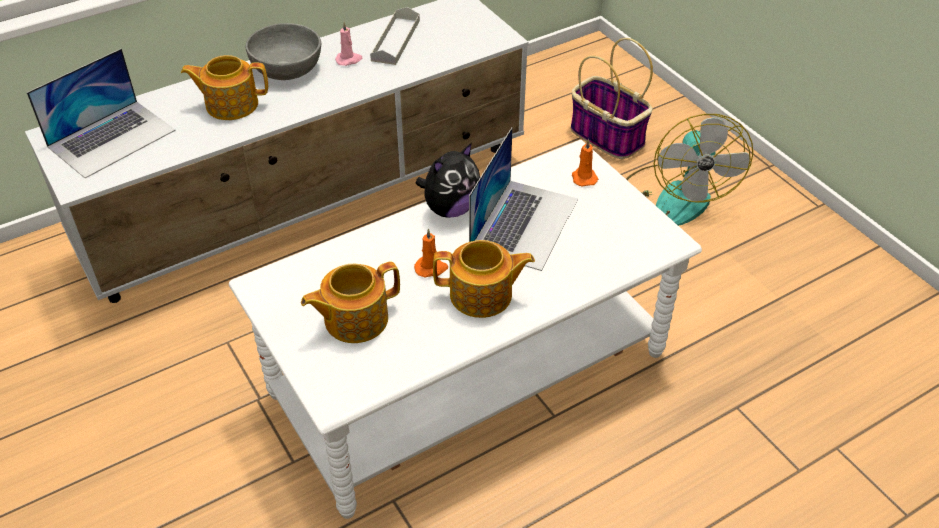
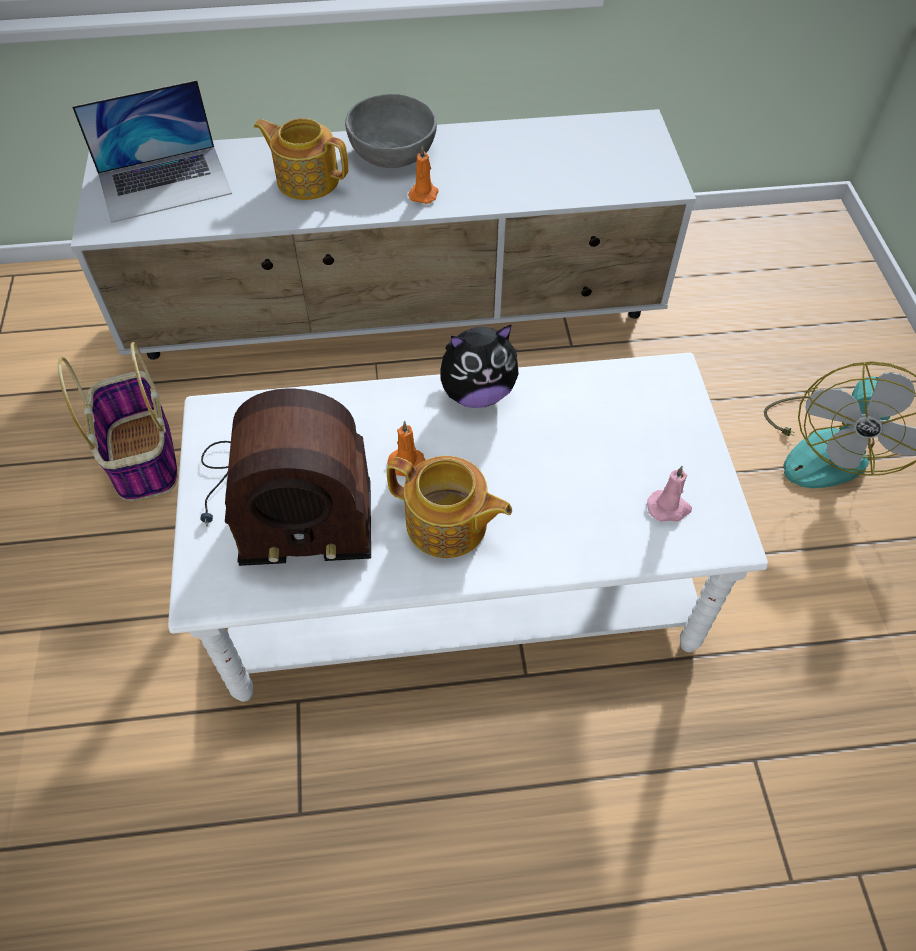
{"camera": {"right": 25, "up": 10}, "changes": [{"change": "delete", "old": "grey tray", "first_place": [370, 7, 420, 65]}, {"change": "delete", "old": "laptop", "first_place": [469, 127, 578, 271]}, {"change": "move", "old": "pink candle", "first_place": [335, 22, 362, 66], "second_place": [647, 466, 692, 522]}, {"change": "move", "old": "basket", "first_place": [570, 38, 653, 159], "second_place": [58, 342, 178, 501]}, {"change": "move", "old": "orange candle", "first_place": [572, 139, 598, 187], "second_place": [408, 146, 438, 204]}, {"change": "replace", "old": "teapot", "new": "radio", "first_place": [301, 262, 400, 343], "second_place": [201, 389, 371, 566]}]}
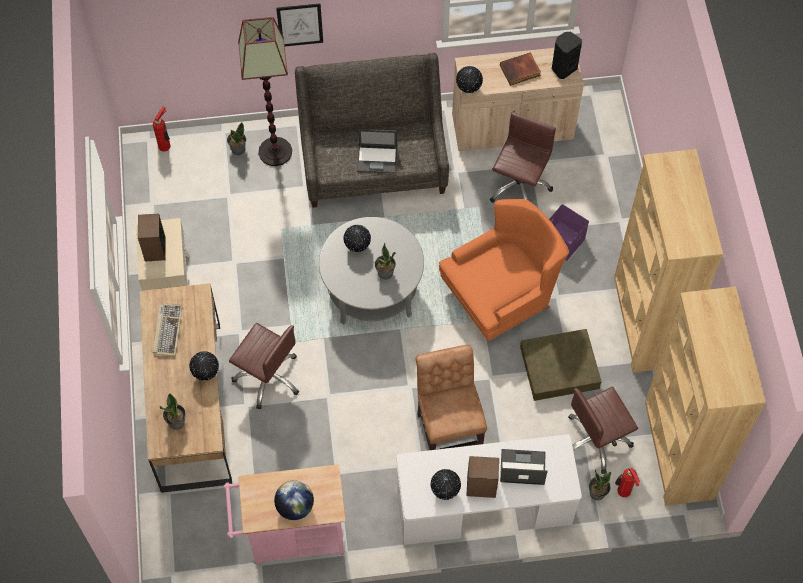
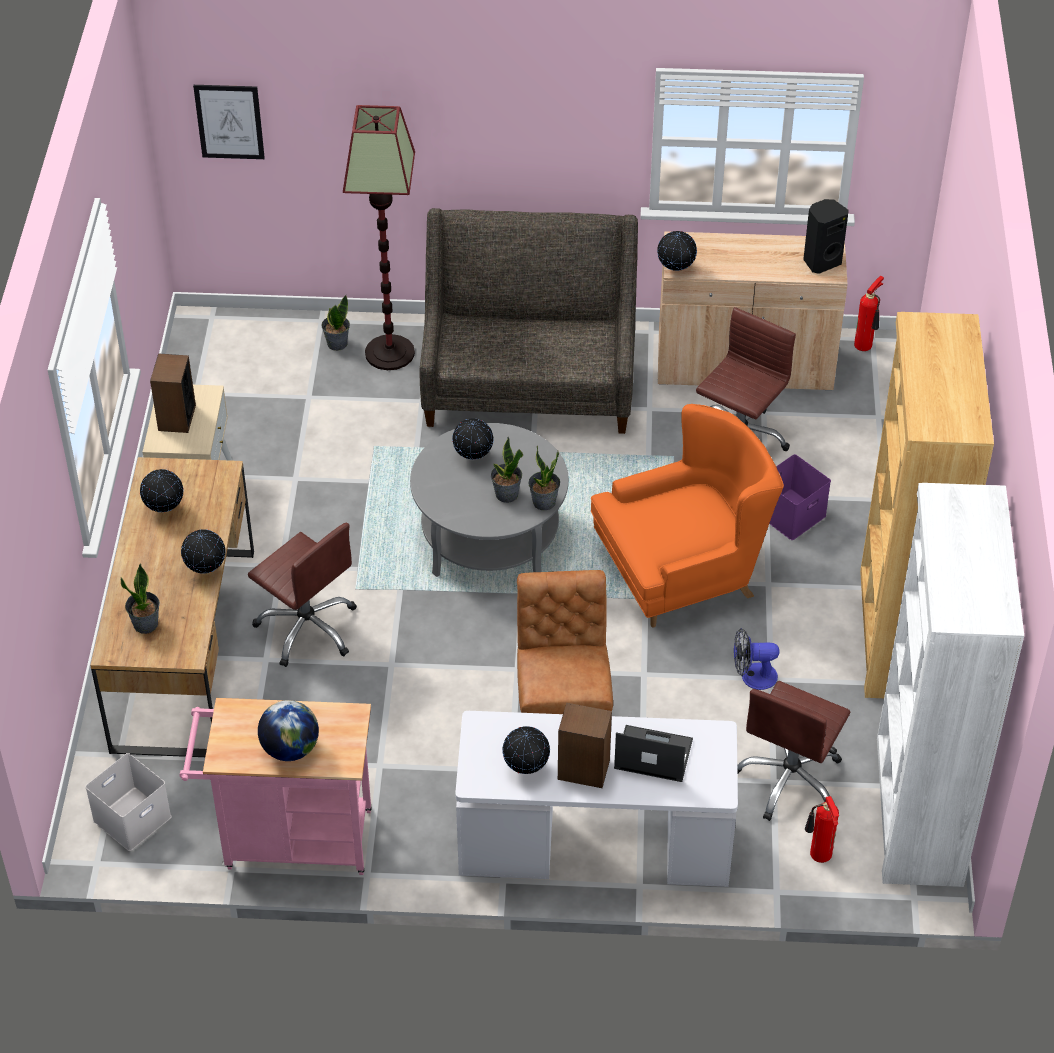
{"camera": {"right": 10, "up": -15}, "changes": [{"change": "delete", "old": "laptop", "first_place": [357, 129, 397, 174]}, {"change": "delete", "old": "book", "first_place": [500, 52, 541, 86]}, {"change": "insert", "new": "white storage box", "second_place": [85, 753, 172, 851]}, {"change": "move", "old": "fire extinguisher", "first_place": [153, 106, 170, 151], "second_place": [854, 276, 884, 351]}, {"change": "move", "old": "picture", "first_place": [276, 3, 323, 46], "second_place": [193, 85, 265, 159]}, {"change": "move", "old": "potted plant", "first_place": [589, 470, 612, 500], "second_place": [528, 446, 560, 510]}, {"change": "replace", "old": "keyboard", "new": "globe", "first_place": [153, 304, 183, 356], "second_place": [140, 469, 184, 512]}, {"change": "replace", "old": "brown storage box", "new": "fan", "first_place": [520, 329, 602, 401], "second_place": [734, 628, 779, 690]}, {"change": "recolor", "old": "brown bookcase", "new": "white bookcase", "first_place": [645, 287, 766, 506], "second_place": [877, 483, 1024, 887]}, {"change": "rotate", "old": "brown office chair", "first_place": [568, 387, 638, 474], "second_place": [737, 681, 851, 821], "degrees": -45}]}
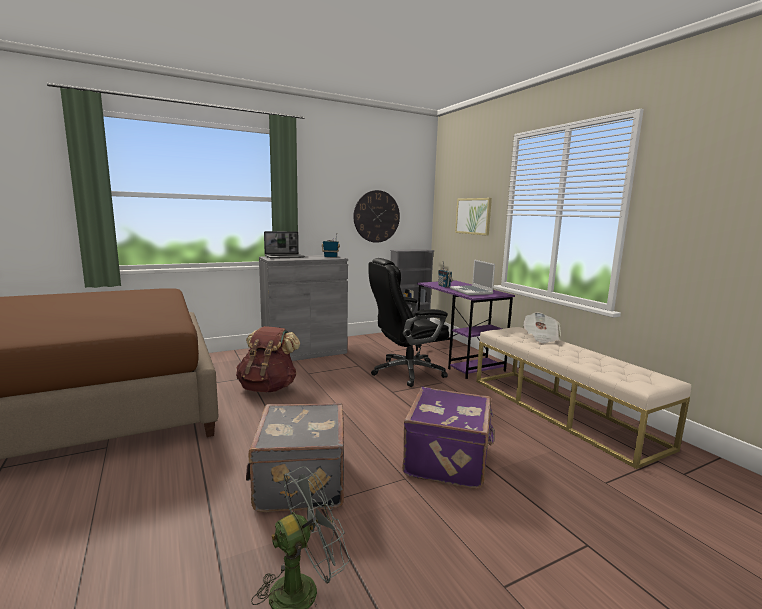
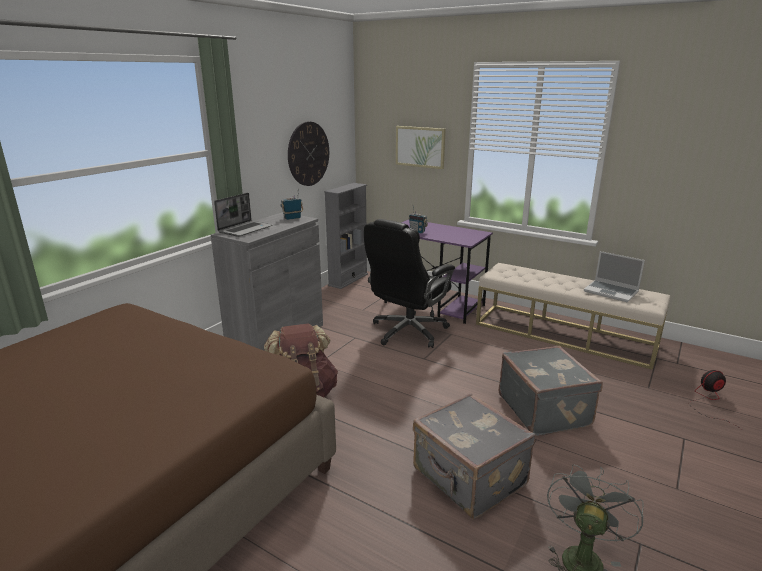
{"camera": {"right": -30, "up": 10}, "changes": [{"change": "delete", "old": "newspaper", "first_place": [523, 312, 561, 343]}, {"change": "insert", "new": "fan", "second_place": [688, 370, 741, 429]}, {"change": "move", "old": "laptop", "first_place": [450, 260, 495, 295], "second_place": [584, 251, 645, 302]}, {"change": "recolor", "old": "purple suitcase", "new": "grey suitcase", "first_place": [402, 387, 495, 489], "second_place": [499, 346, 603, 436]}]}
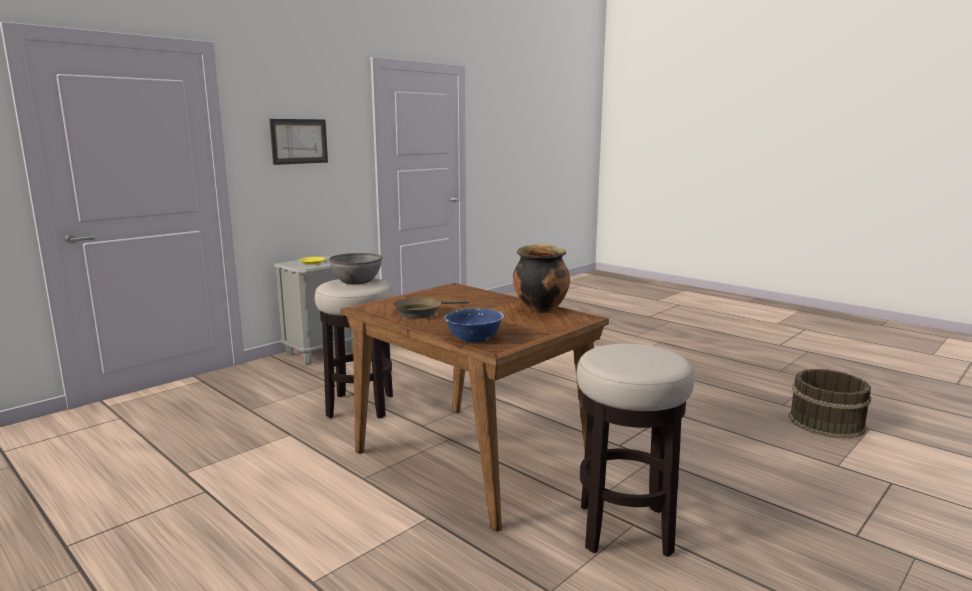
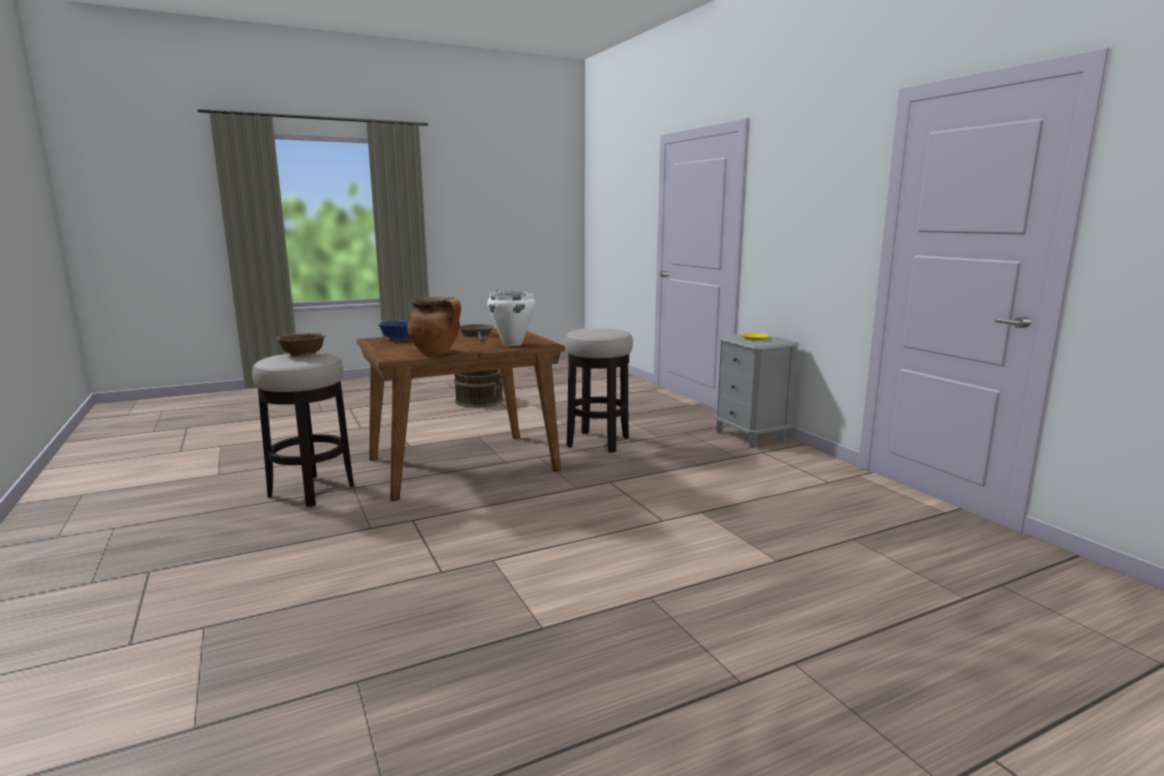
{"camera": {"right": 110, "up": 0}, "changes": [{"change": "delete", "old": "picture", "first_place": [269, 119, 328, 165]}, {"change": "delete", "old": "grey bowl", "first_place": [329, 253, 383, 284]}, {"change": "insert", "new": "brown bowl", "second_place": [277, 333, 326, 356]}, {"change": "insert", "new": "white cooking pot", "second_place": [487, 290, 536, 346]}, {"change": "move", "old": "brown bucket", "first_place": [789, 369, 871, 439], "second_place": [454, 370, 504, 408]}]}
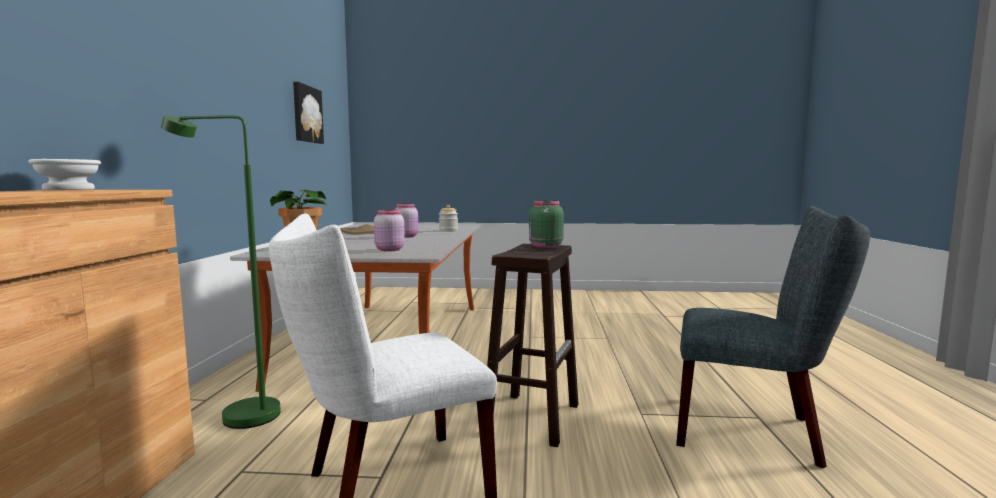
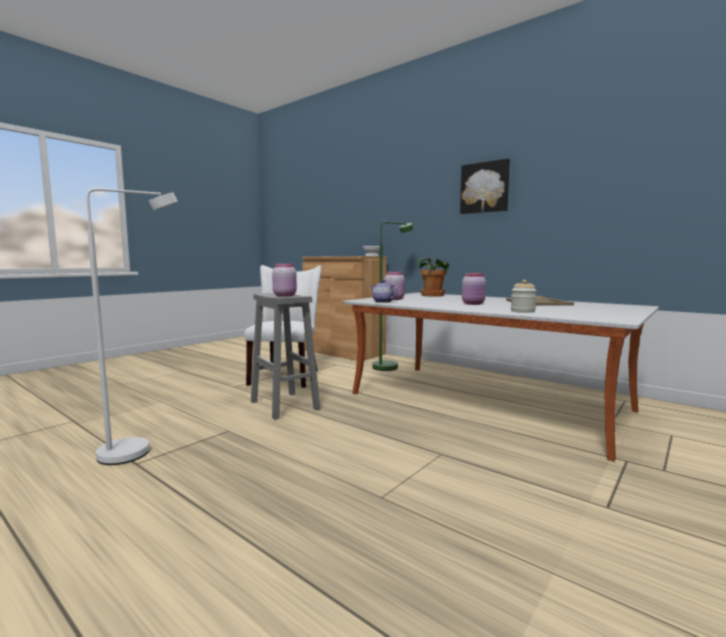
{"camera": {"right": 125, "up": 0}, "changes": [{"change": "insert", "new": "teapot", "second_place": [370, 280, 398, 303]}, {"change": "move", "old": "picture", "first_place": [293, 82, 324, 144], "second_place": [460, 158, 510, 214]}, {"change": "replace", "old": "grey chair", "new": "white floor lamp", "first_place": [676, 206, 870, 469], "second_place": [86, 188, 178, 465]}, {"change": "recolor", "old": "brown stool", "new": "grey stool", "first_place": [487, 244, 579, 447], "second_place": [251, 293, 321, 420]}, {"change": "recolor", "old": "green jar", "new": "pink jar", "first_place": [529, 200, 564, 249], "second_place": [272, 264, 297, 297]}]}
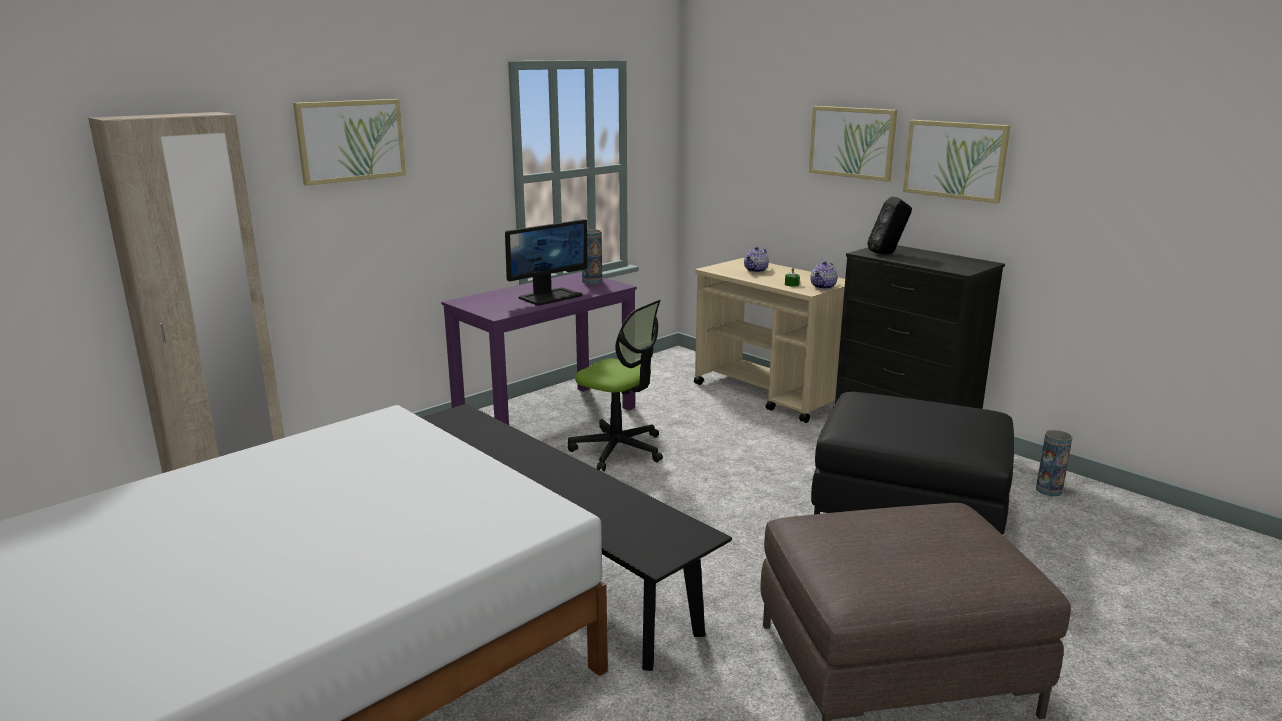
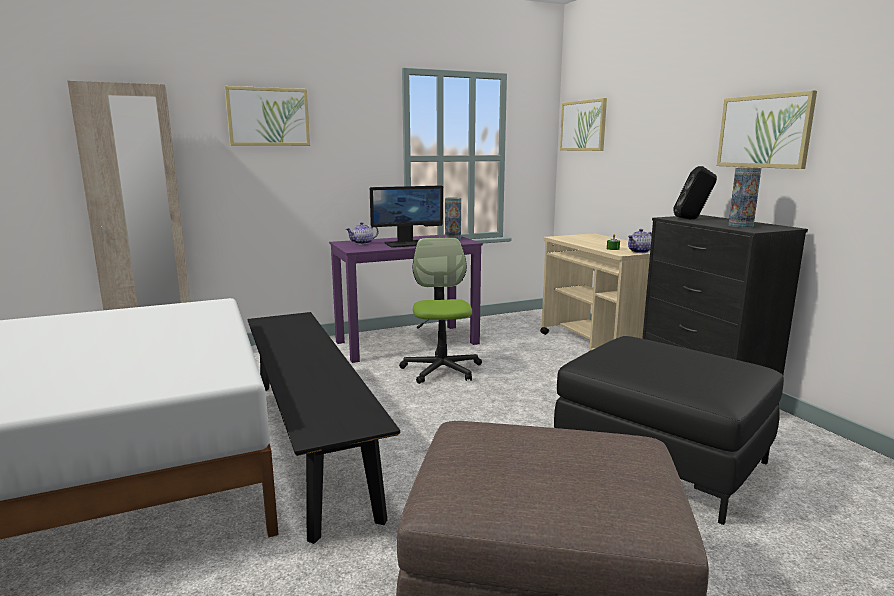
{"camera": {"right": 20, "up": -5}, "changes": [{"change": "move", "old": "teapot", "first_place": [744, 247, 769, 273], "second_place": [346, 222, 378, 244]}, {"change": "move", "old": "picture", "first_place": [809, 106, 897, 182], "second_place": [560, 98, 607, 151]}, {"change": "move", "old": "vase", "first_place": [1036, 430, 1072, 496], "second_place": [729, 168, 761, 227]}, {"change": "rotate", "old": "office chair", "first_place": [568, 300, 663, 471], "second_place": [399, 238, 482, 384], "degrees": -150}]}
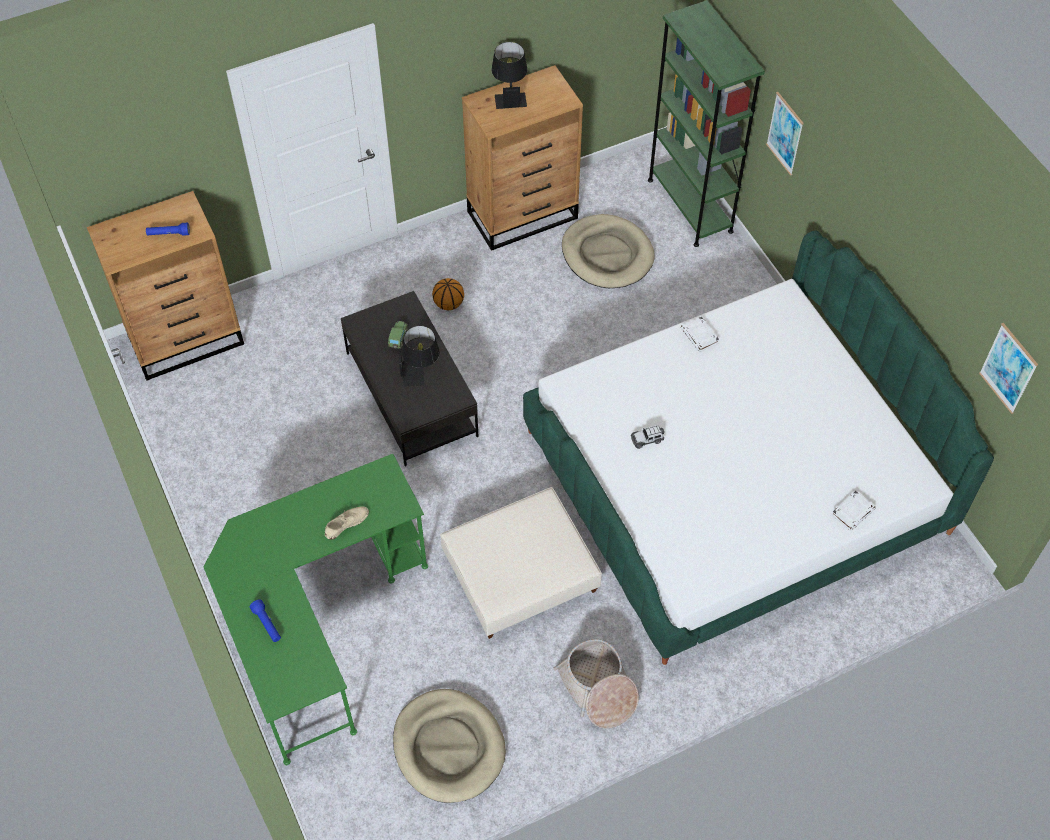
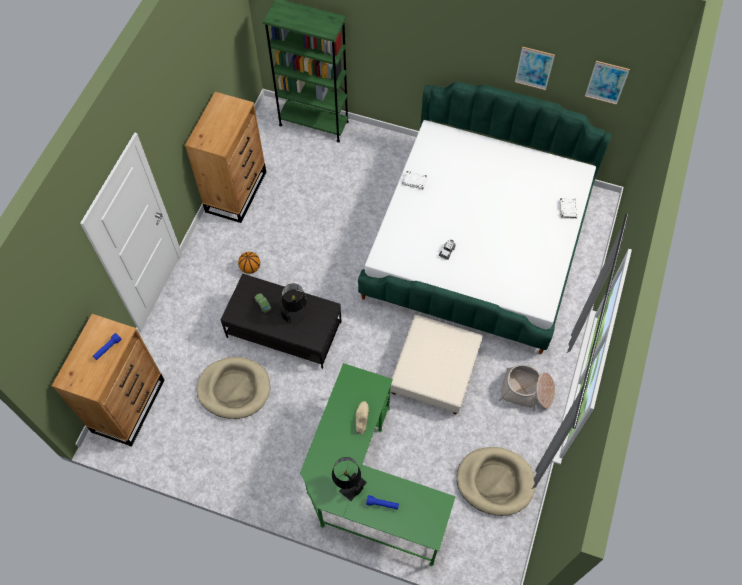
{"camera": {"right": -45, "up": 5}, "changes": [{"change": "move", "old": "black table lamp", "first_place": [492, 42, 527, 109], "second_place": [332, 457, 367, 501]}, {"change": "move", "old": "beige dog bed", "first_place": [562, 214, 655, 288], "second_place": [197, 357, 270, 419]}, {"change": "move", "old": "picture", "first_place": [766, 92, 804, 176], "second_place": [515, 46, 555, 90]}]}
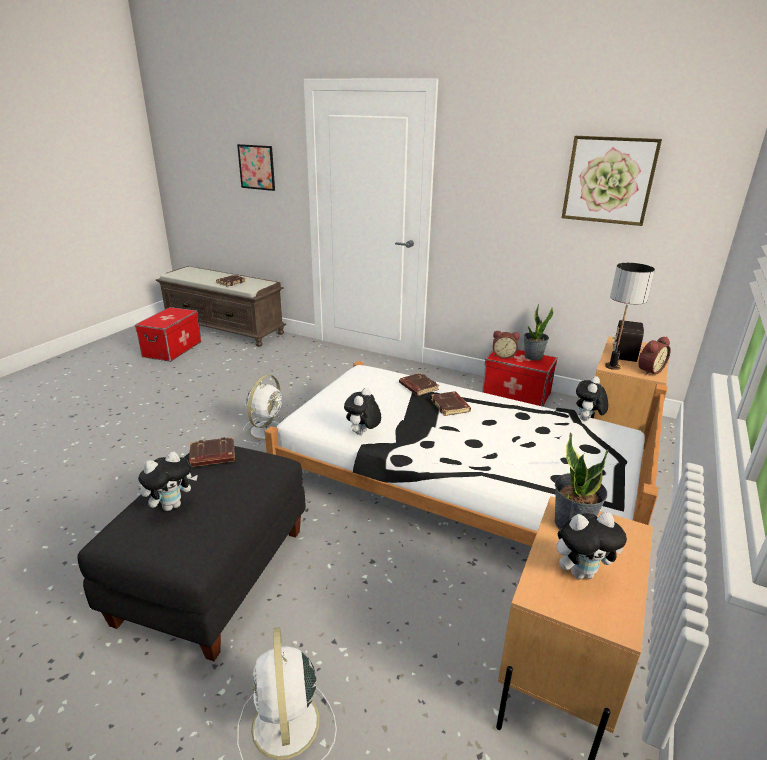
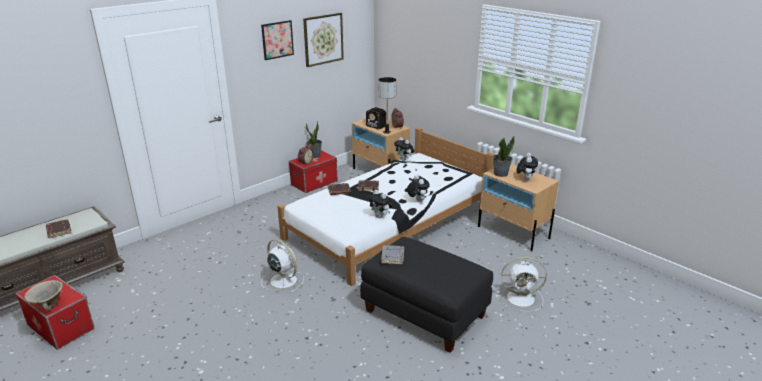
{"camera": {"right": -70, "up": 0}, "changes": [{"change": "insert", "new": "beige bowl", "second_place": [24, 280, 63, 311]}, {"change": "move", "old": "plush toy", "first_place": [138, 451, 198, 511], "second_place": [407, 175, 430, 202]}, {"change": "move", "old": "picture", "first_place": [237, 144, 275, 191], "second_place": [261, 20, 294, 60]}, {"change": "recolor", "old": "brown book", "new": "grey book", "first_place": [189, 437, 235, 467], "second_place": [381, 245, 404, 264]}]}
